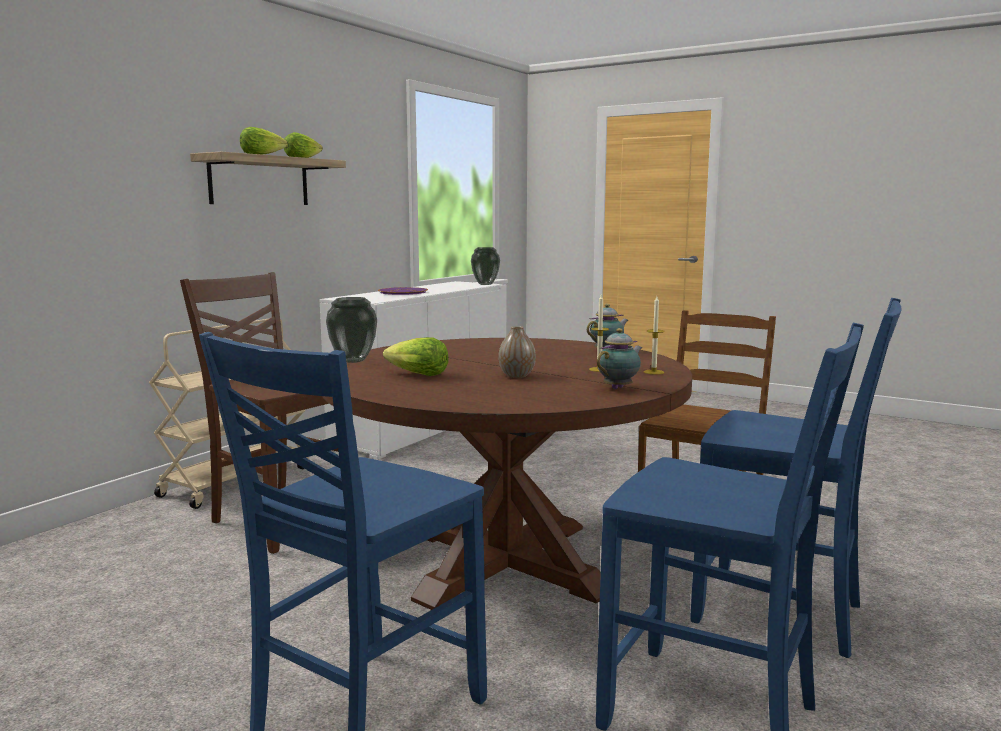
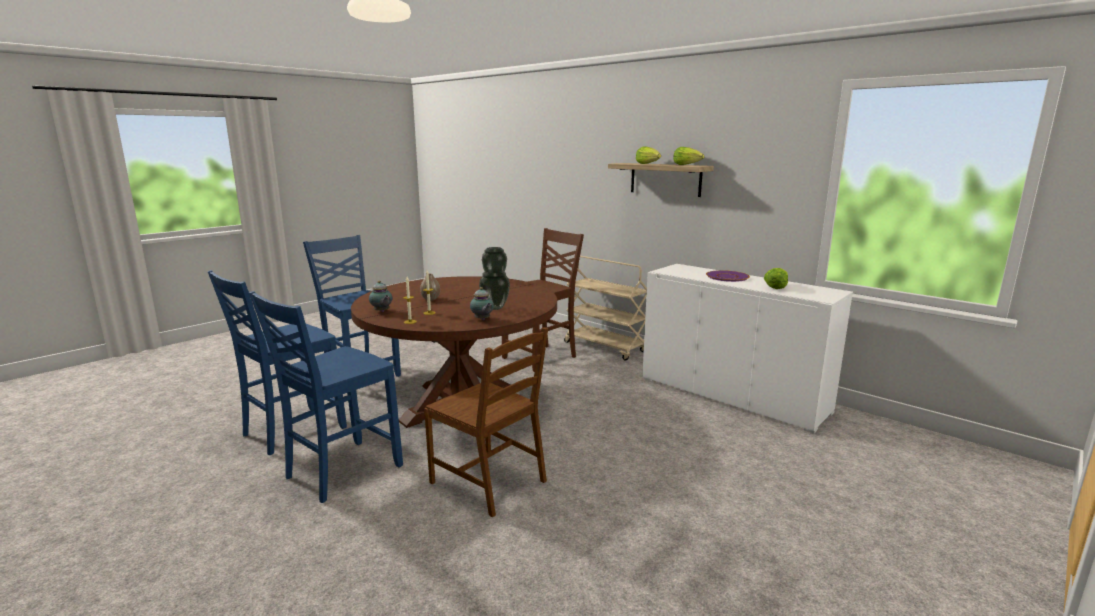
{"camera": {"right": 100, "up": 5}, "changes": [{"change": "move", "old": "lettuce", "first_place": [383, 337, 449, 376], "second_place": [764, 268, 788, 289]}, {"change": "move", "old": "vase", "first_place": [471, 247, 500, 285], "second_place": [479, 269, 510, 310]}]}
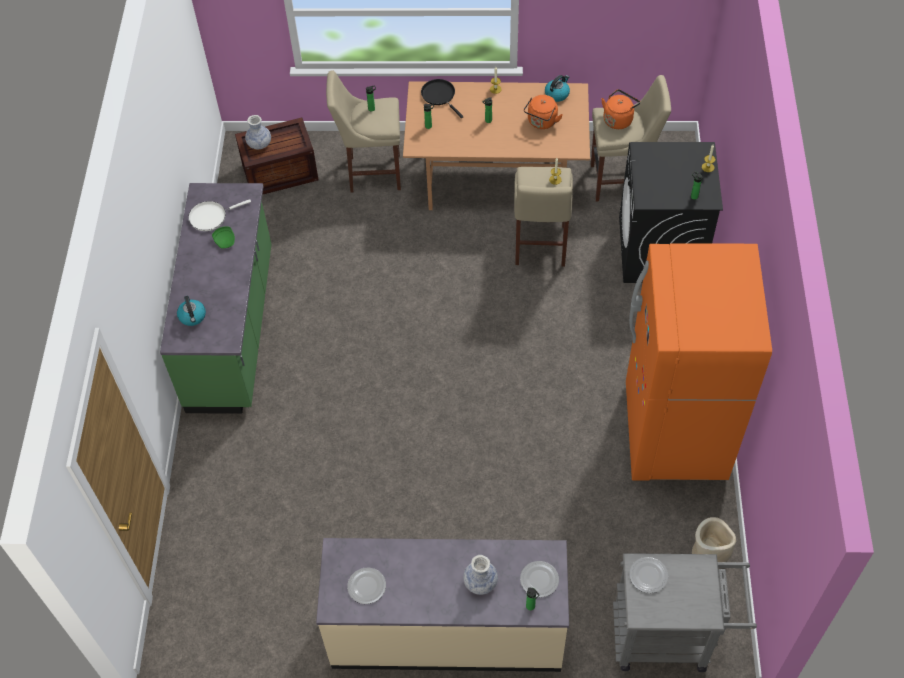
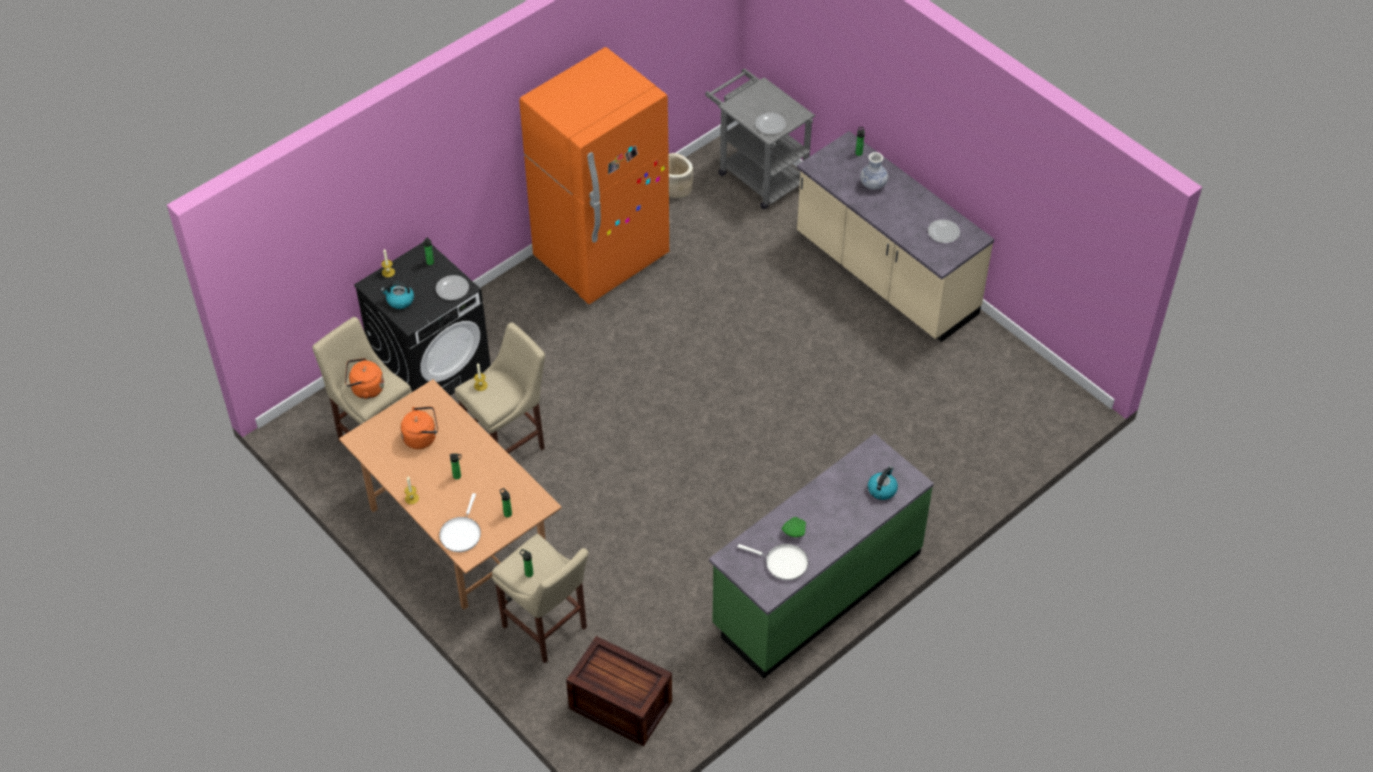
{"camera": {"right": -135, "up": -5}, "changes": [{"change": "delete", "old": "vase", "first_place": [245, 115, 271, 149]}, {"change": "move", "old": "plate", "first_place": [520, 561, 559, 597], "second_place": [436, 275, 469, 300]}, {"change": "move", "old": "kettle", "first_place": [545, 75, 570, 102], "second_place": [381, 282, 414, 309]}, {"change": "recolor", "old": "black frying pan", "new": "white frying pan", "first_place": [421, 79, 464, 118], "second_place": [439, 493, 481, 552]}]}
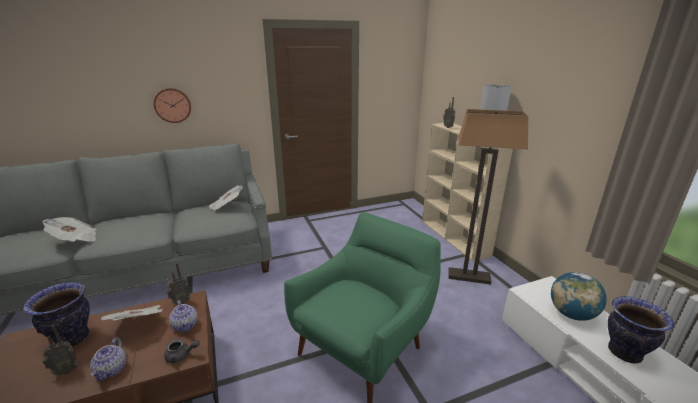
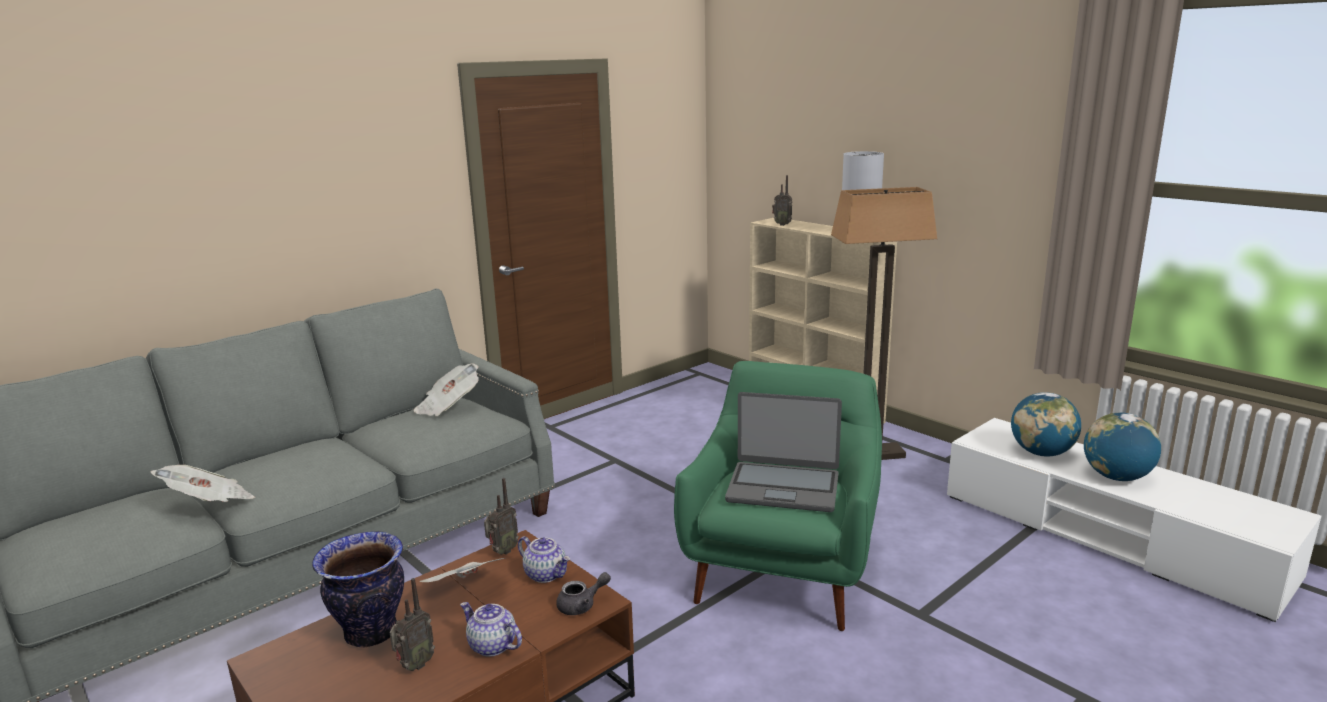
{"camera": {"right": -20, "up": -5}, "changes": [{"change": "delete", "old": "wall clock", "first_place": [154, 88, 191, 123]}, {"change": "insert", "new": "laptop", "second_place": [725, 392, 842, 512]}, {"change": "replace", "old": "vase", "new": "globe", "first_place": [608, 296, 674, 364], "second_place": [1084, 413, 1161, 481]}, {"change": "rotate", "old": "teapot", "first_place": [90, 337, 127, 381], "second_place": [460, 602, 522, 657], "degrees": 150}]}
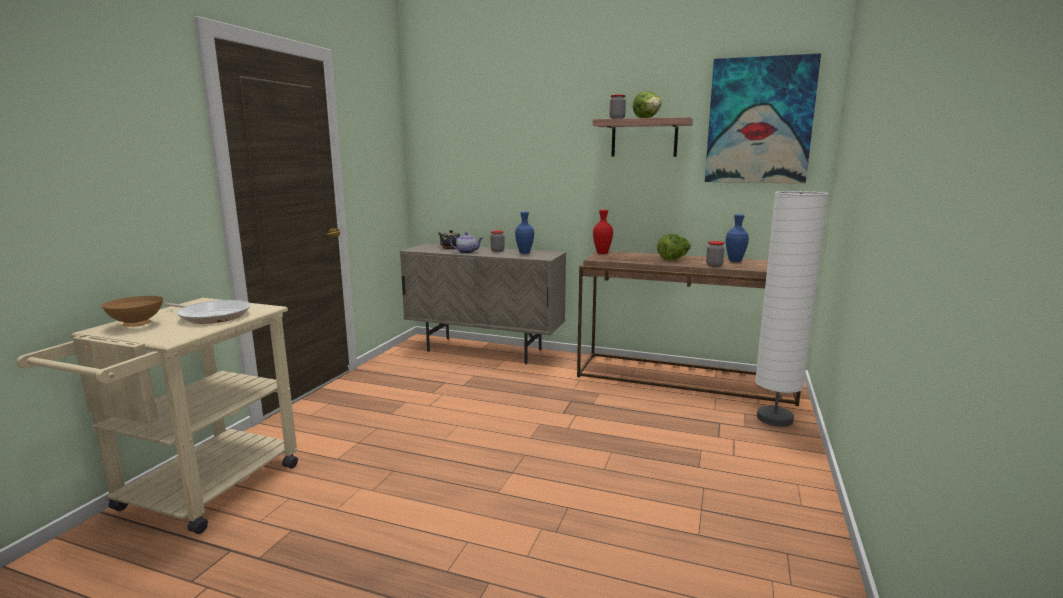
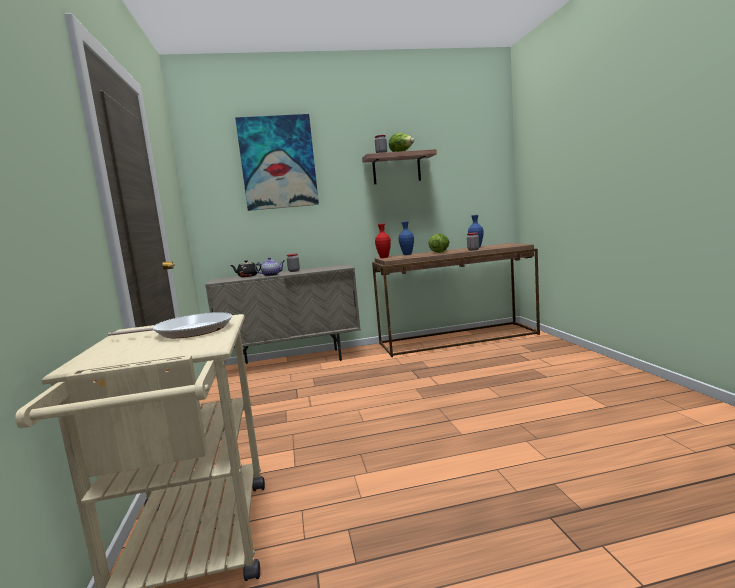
{"camera": {"right": -30, "up": -5}, "changes": [{"change": "delete", "old": "brown bowl", "first_place": [102, 296, 163, 327]}, {"change": "delete", "old": "white floor lamp", "first_place": [755, 191, 828, 427]}, {"change": "move", "old": "blue vase", "first_place": [515, 212, 534, 254], "second_place": [399, 221, 414, 255]}, {"change": "move", "old": "picture", "first_place": [705, 53, 821, 184], "second_place": [235, 114, 319, 211]}]}
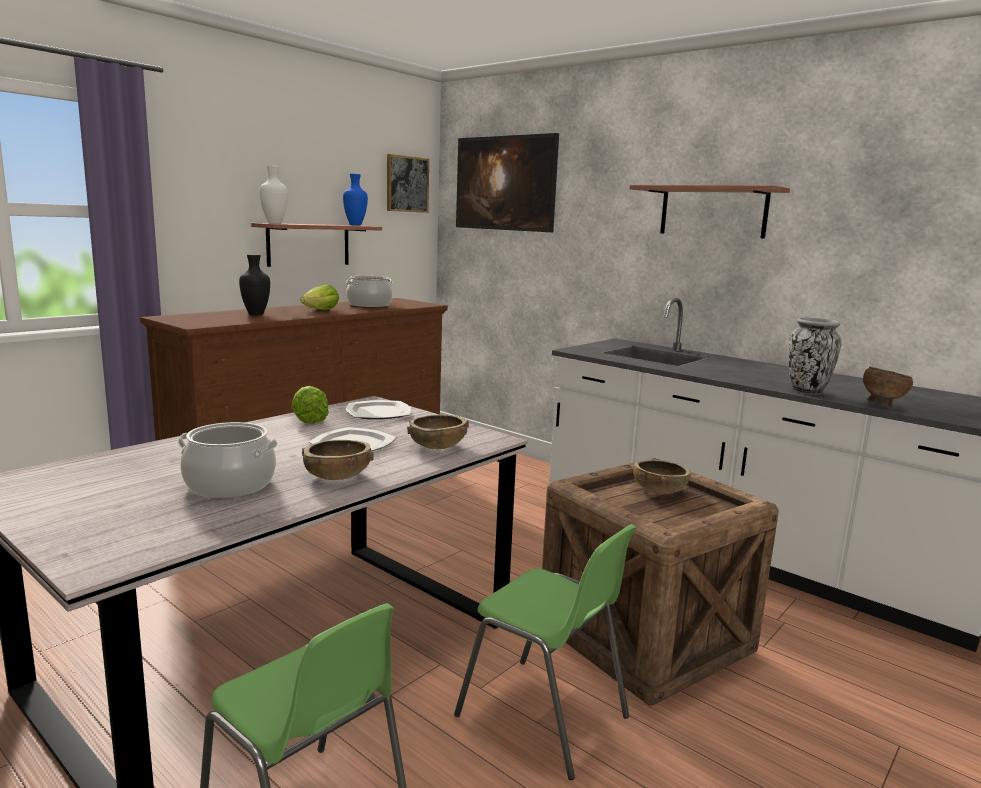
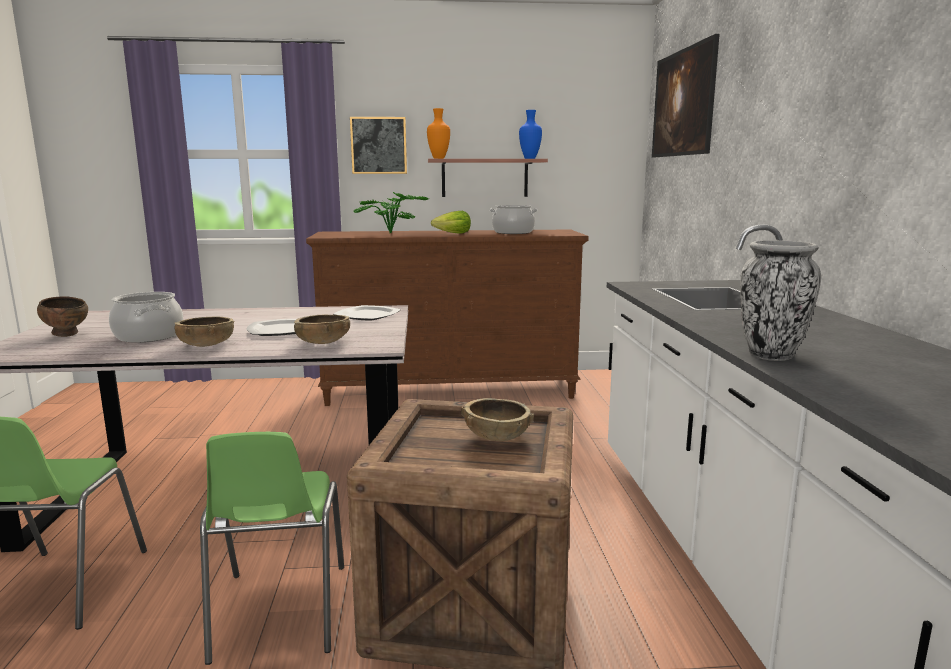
{"camera": {"right": 45, "up": 0}, "changes": [{"change": "delete", "old": "lettuce", "first_place": [292, 386, 329, 424]}, {"change": "delete", "old": "shelf", "first_place": [629, 185, 790, 239]}, {"change": "move", "old": "picture", "first_place": [387, 154, 429, 213], "second_place": [350, 117, 407, 174]}, {"change": "move", "old": "brown bowl", "first_place": [863, 367, 913, 407], "second_place": [37, 296, 88, 337]}, {"change": "replace", "old": "black vase", "new": "potted plant", "first_place": [239, 254, 270, 315], "second_place": [353, 193, 429, 234]}, {"change": "recolor", "old": "white vase", "new": "orange vase", "first_place": [259, 165, 288, 224], "second_place": [427, 108, 450, 159]}]}
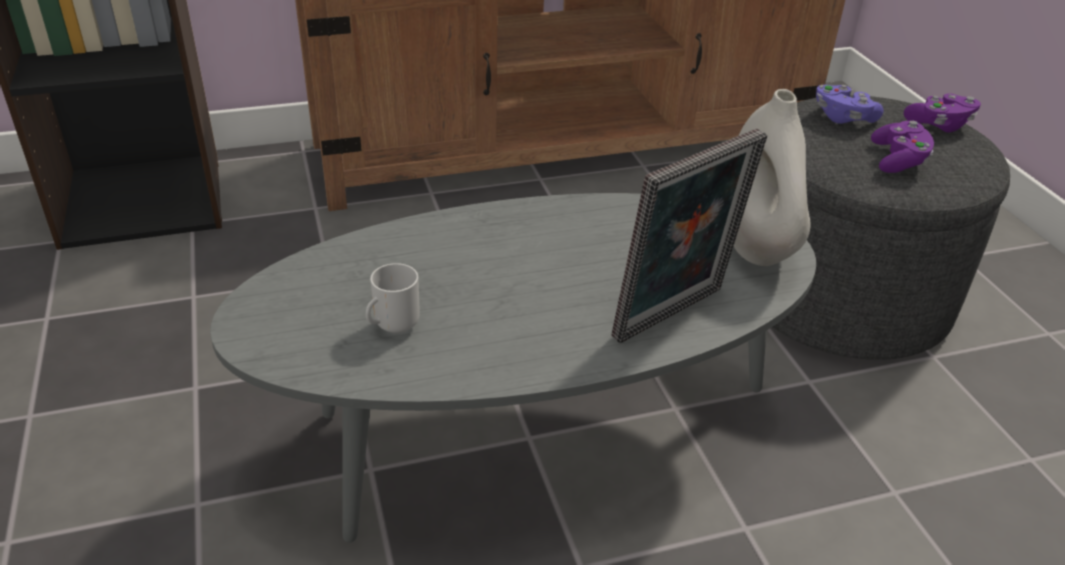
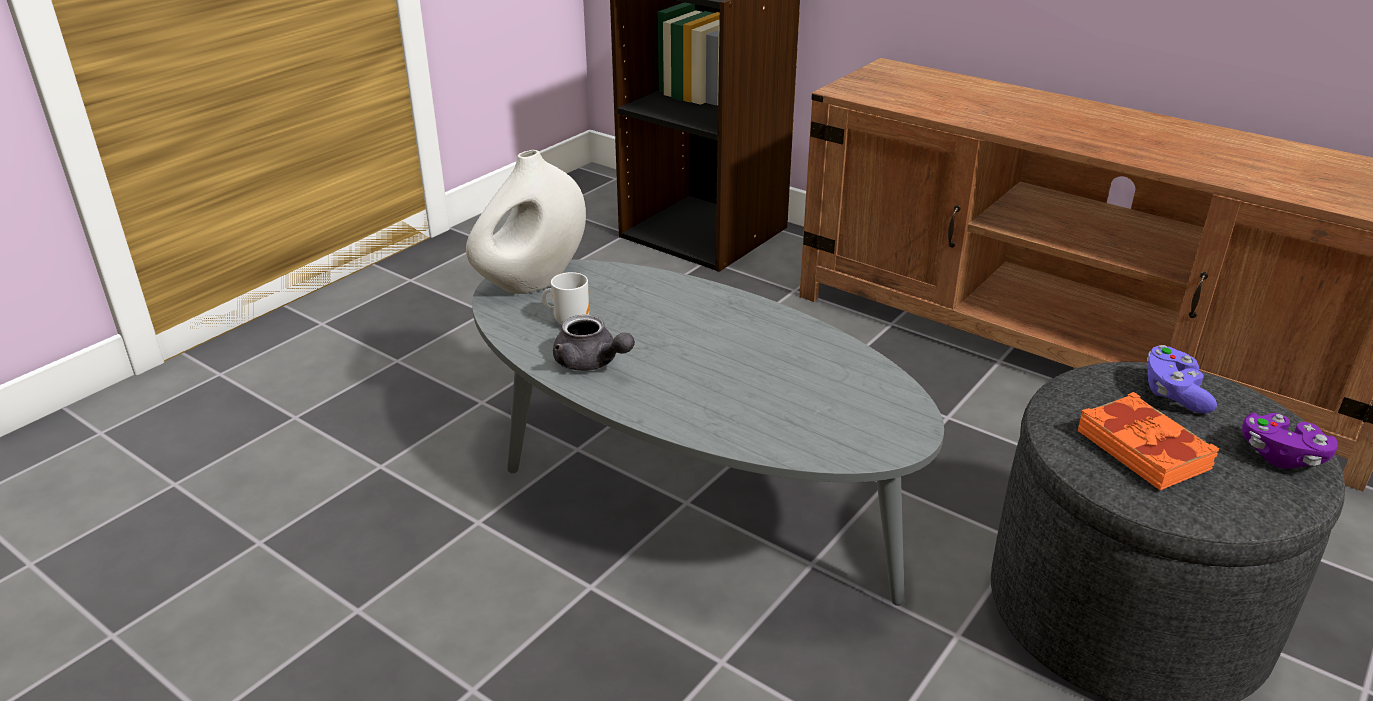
{"camera": {"right": 55, "up": -5}, "changes": [{"change": "delete", "old": "picture frame", "first_place": [611, 128, 767, 343]}, {"change": "insert", "new": "grey teapot", "second_place": [553, 315, 635, 371]}, {"change": "move", "old": "white vase", "first_place": [734, 89, 810, 266], "second_place": [466, 150, 586, 294]}, {"change": "replace", "old": "purple game controller", "new": "orange book", "first_place": [871, 121, 934, 173], "second_place": [1078, 392, 1219, 490]}]}
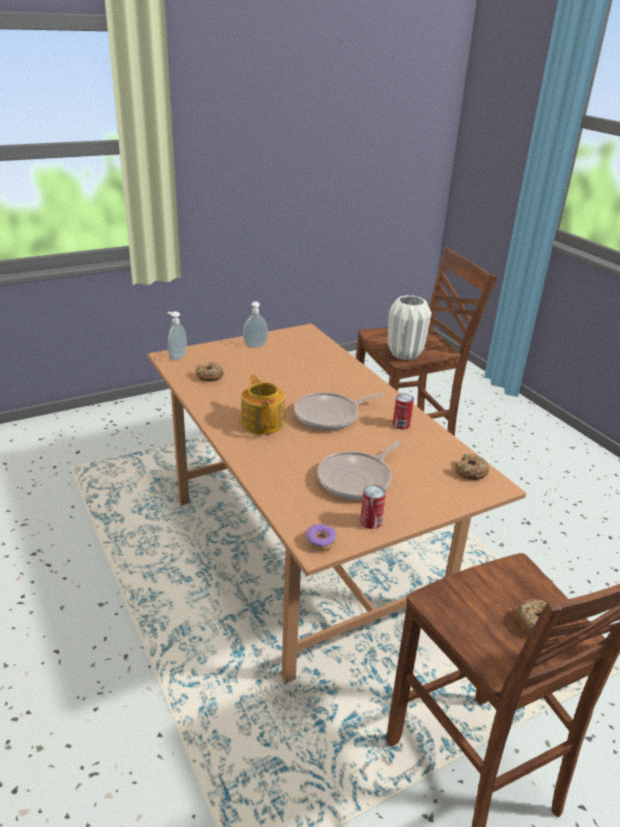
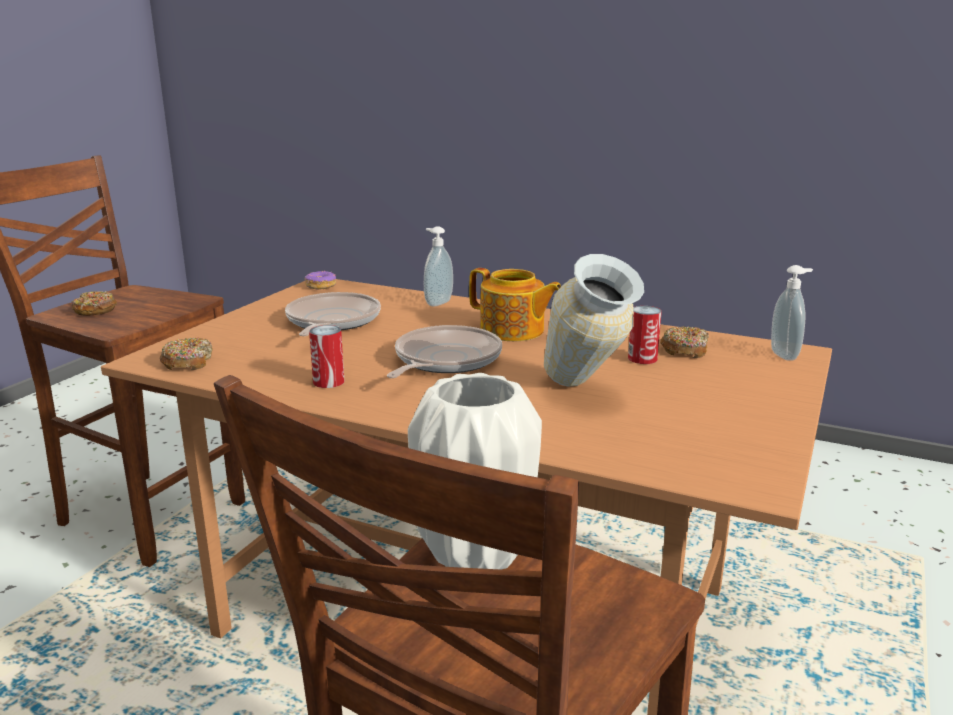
{"camera": {"right": 145, "up": -10}, "changes": [{"change": "insert", "new": "vase", "second_place": [544, 254, 644, 386]}, {"change": "move", "old": "soap dispenser", "first_place": [243, 301, 268, 348], "second_place": [424, 226, 453, 307]}, {"change": "move", "old": "can", "first_place": [360, 485, 386, 529], "second_place": [628, 306, 662, 364]}]}
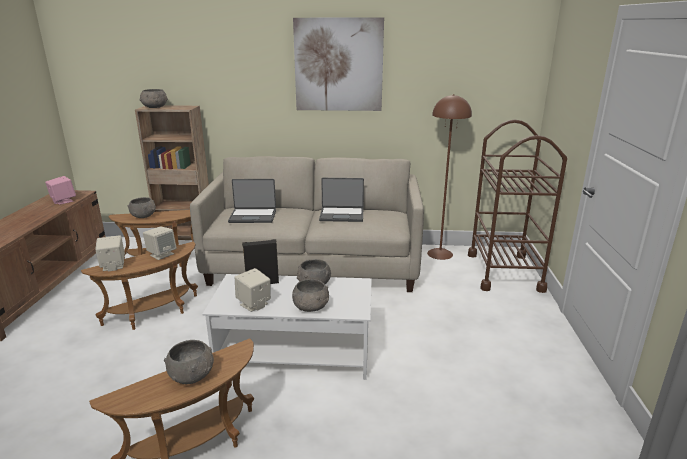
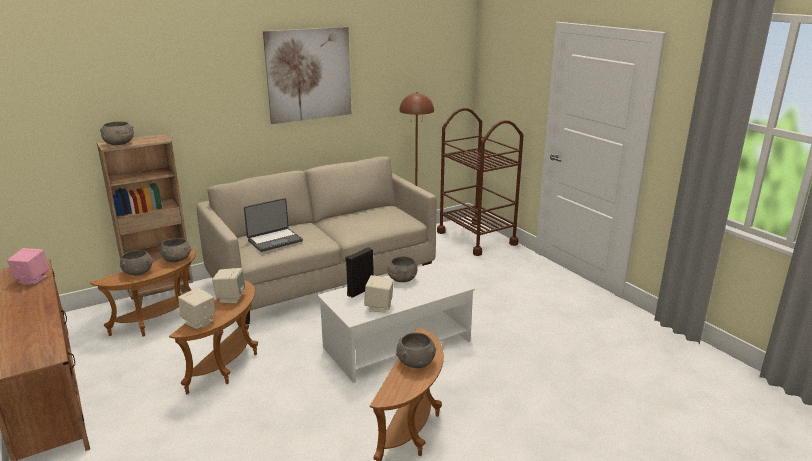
{"camera": {"right": -35, "up": 0}, "changes": [{"change": "delete", "old": "laptop", "first_place": [319, 178, 364, 222]}, {"change": "move", "old": "grey bowl", "first_place": [292, 279, 329, 312], "second_place": [160, 238, 192, 262]}]}
